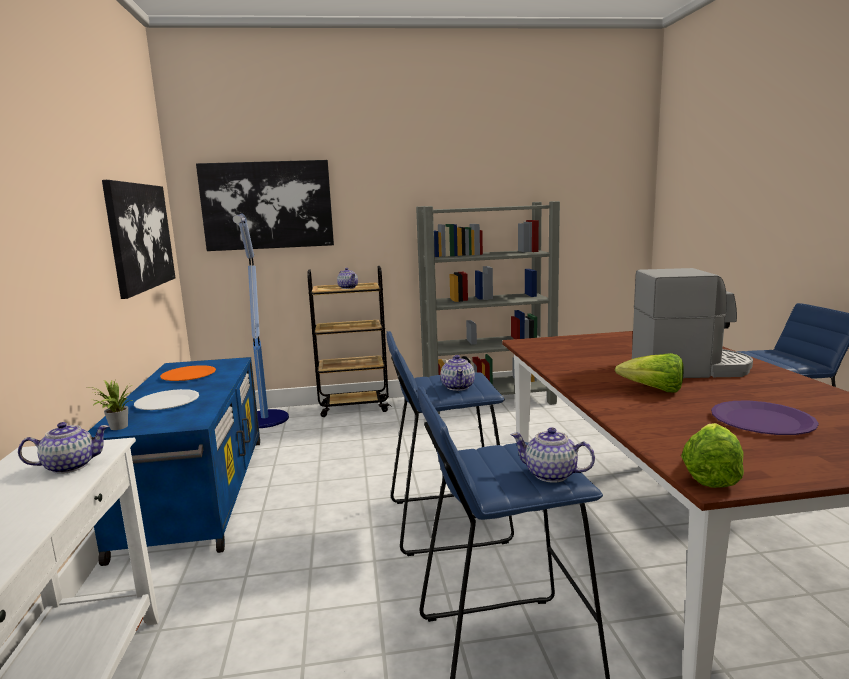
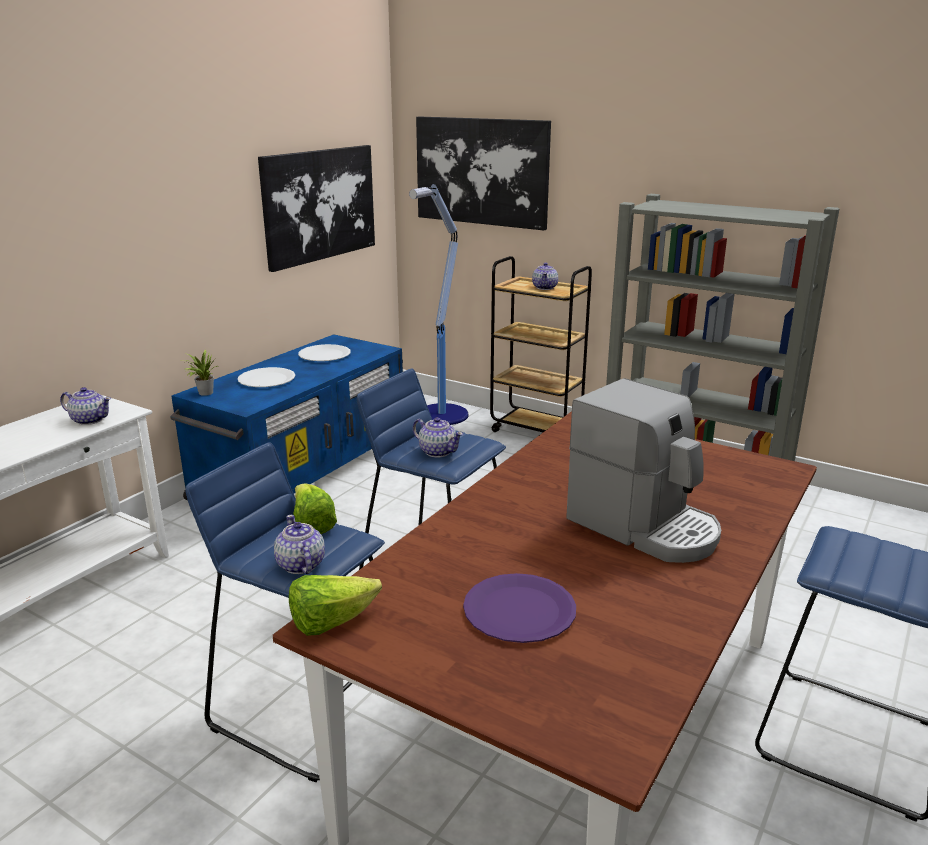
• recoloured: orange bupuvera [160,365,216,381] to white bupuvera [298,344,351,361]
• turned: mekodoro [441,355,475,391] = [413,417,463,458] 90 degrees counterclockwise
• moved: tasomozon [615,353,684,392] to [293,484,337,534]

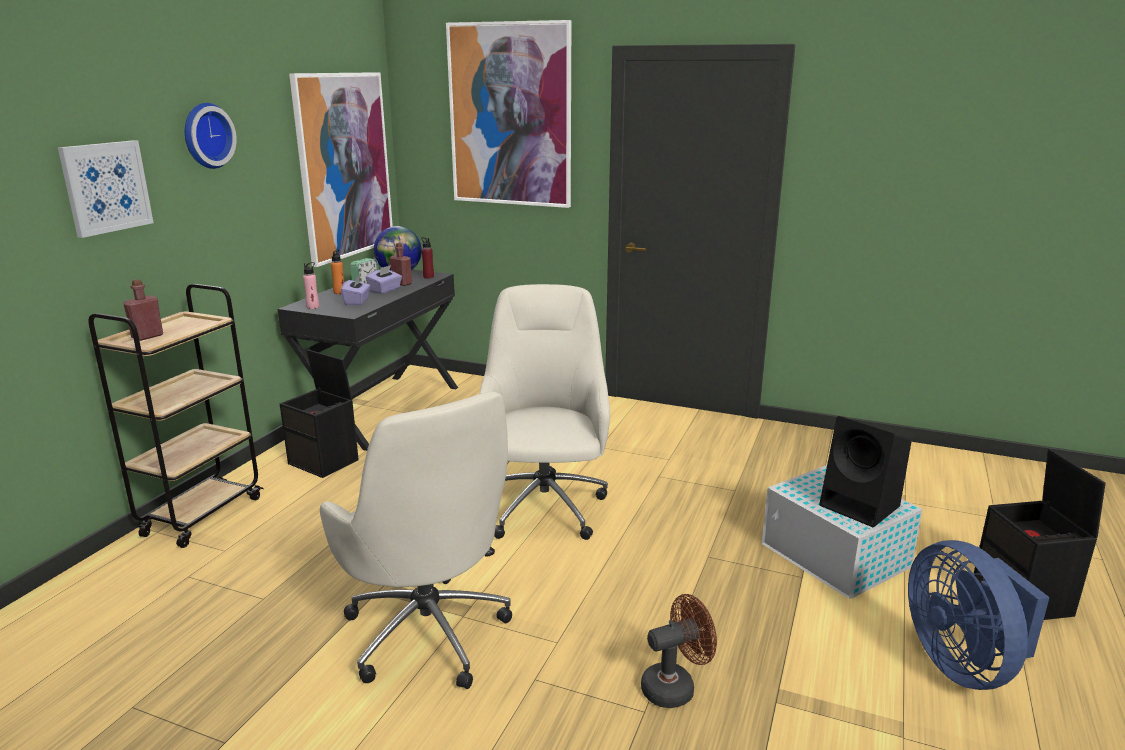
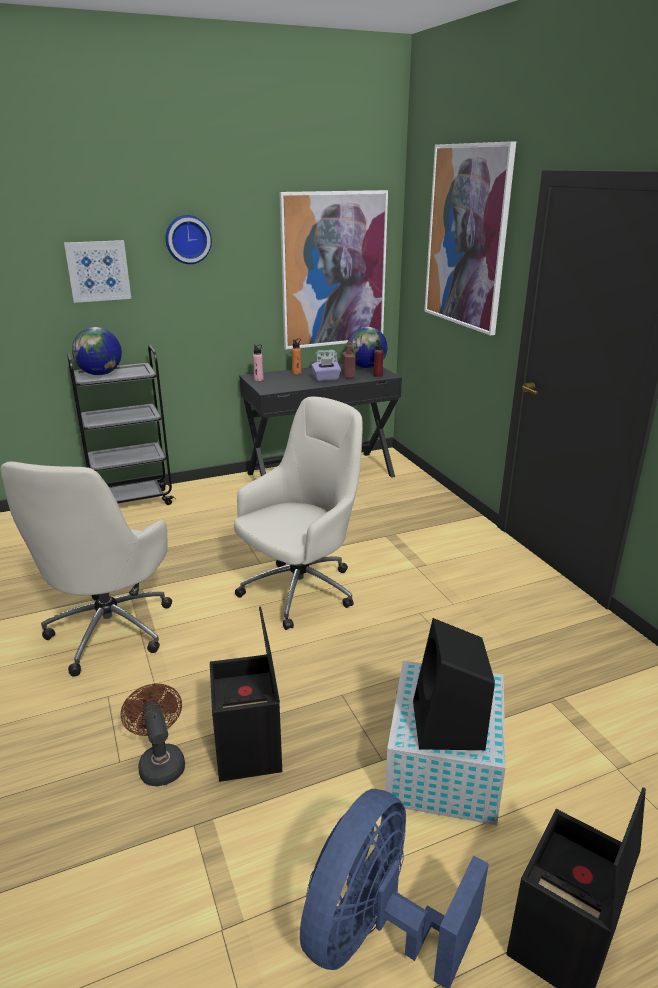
• recoloured: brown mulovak [89,284,263,548] to grey mulovak [67,345,175,505]
• replaced: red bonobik [123,279,163,341] to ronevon [72,327,122,375]
• moved: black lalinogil [280,349,359,478] to [210,607,282,782]
• removed: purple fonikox [341,275,370,306]
• turned: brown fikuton [641,594,717,708] = [121,683,185,786] 135 degrees counterclockwise

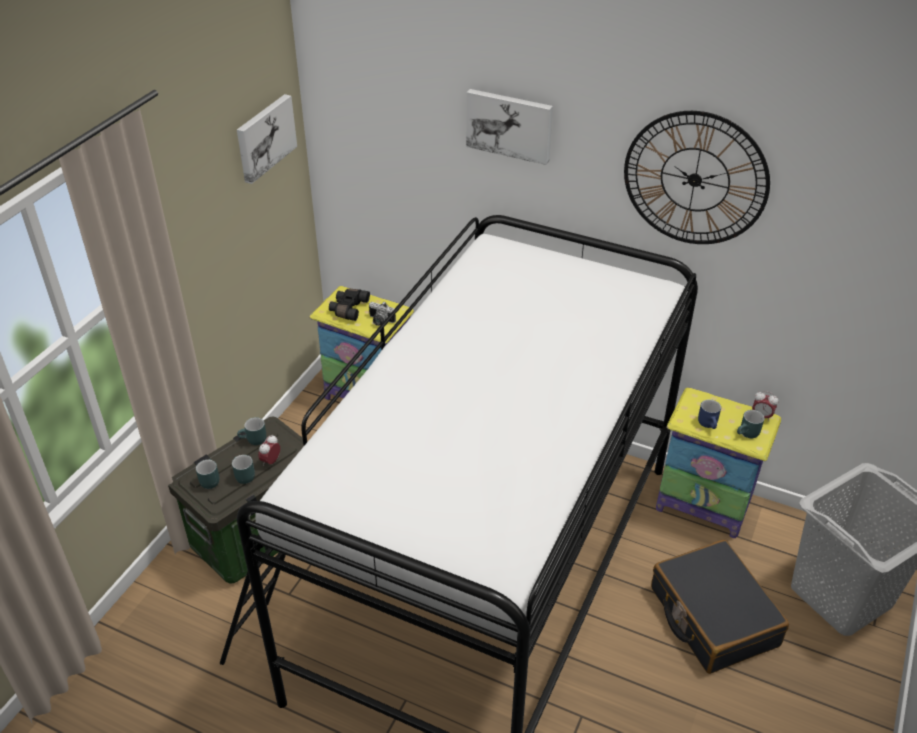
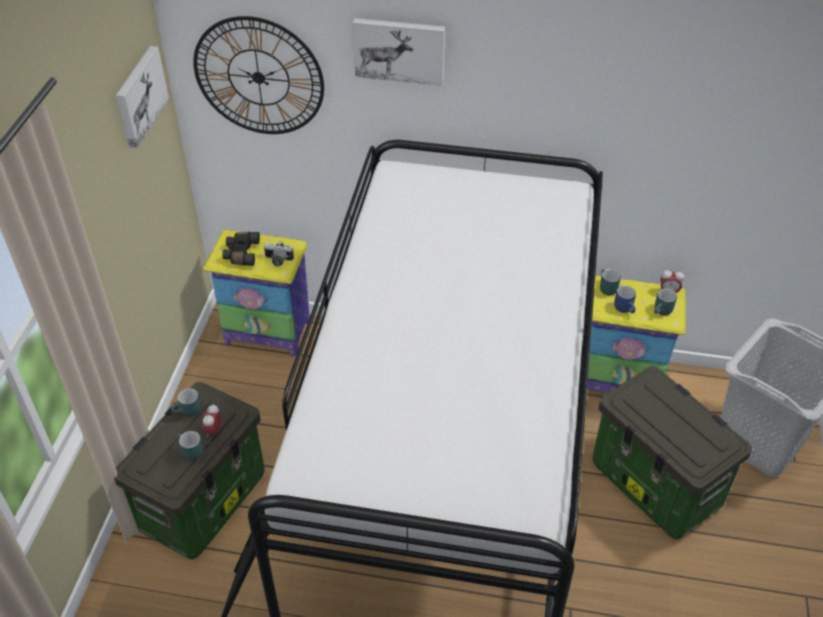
• moved: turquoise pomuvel [196,459,219,489] to [600,269,621,295]
• moved: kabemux [624,111,770,244] to [193,16,324,134]
• replaced: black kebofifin [651,540,789,674] to lalinogil [593,366,752,539]

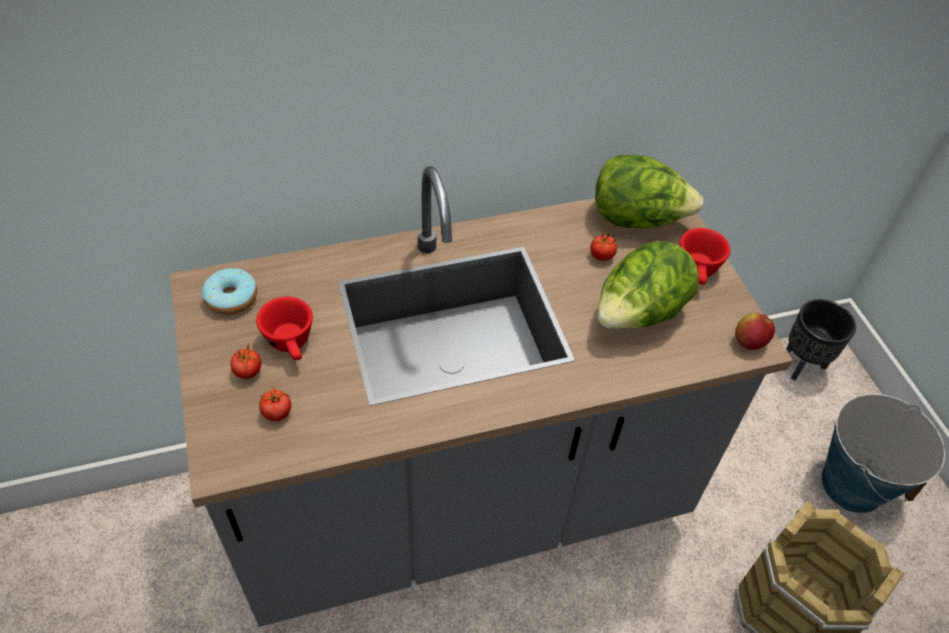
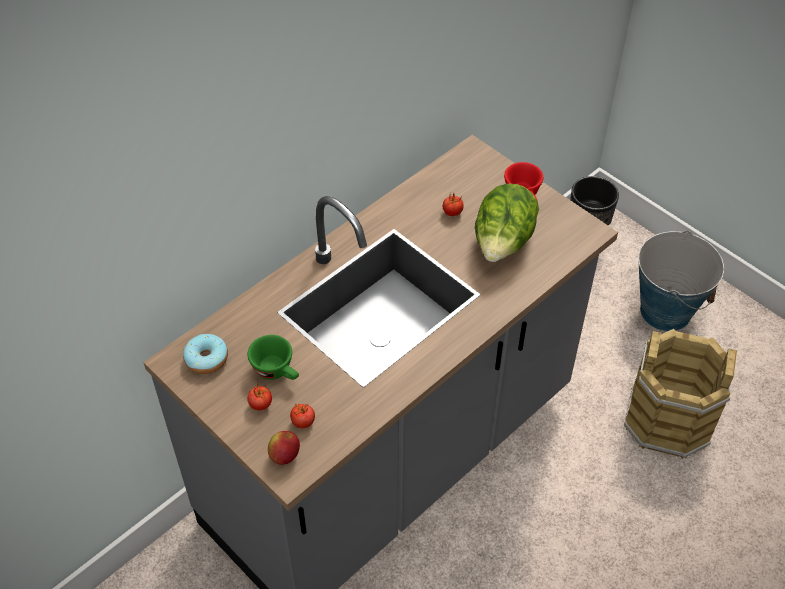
• recoloured: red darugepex [256,297,313,360] to green darugepex [247,335,299,380]
• removed: tasomozon [595,155,704,228]
• moved: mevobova [735,313,775,350] to [268,431,300,465]

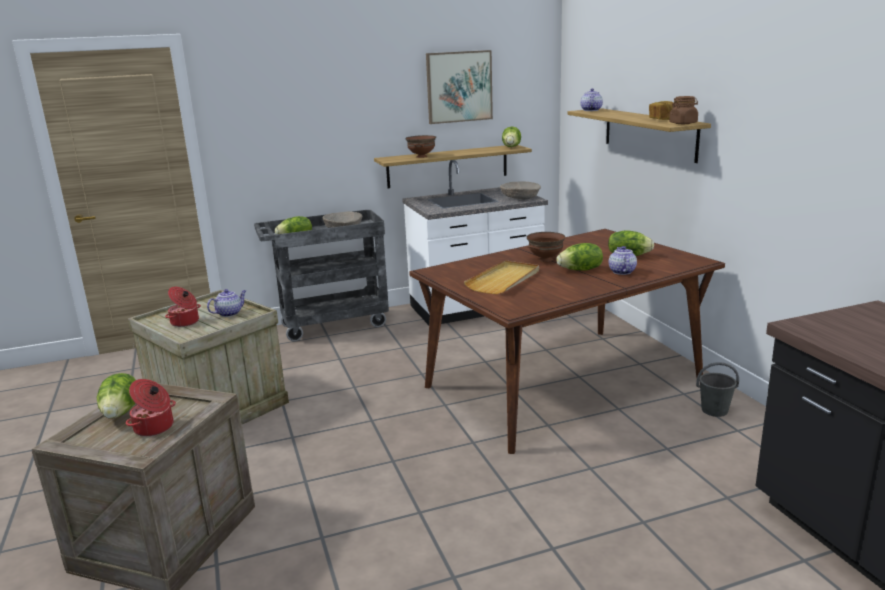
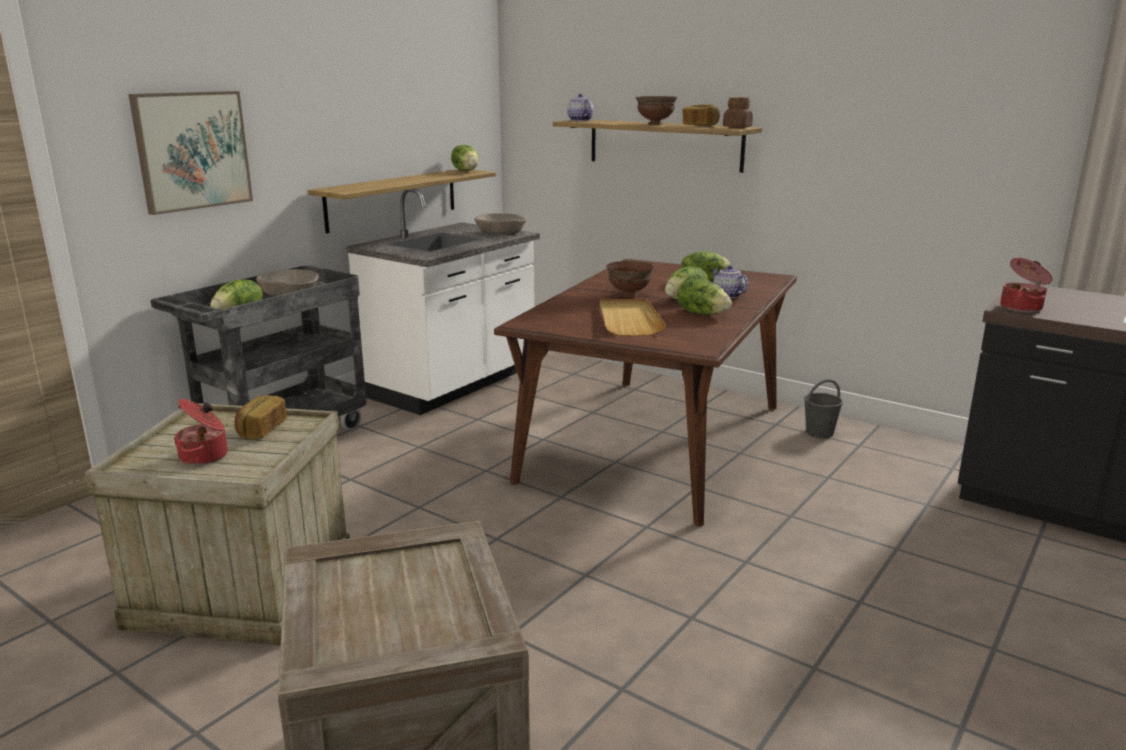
• moved: tasomozon [97,373,136,419] to [677,279,731,315]
• moved: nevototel [126,379,176,436] to [1000,258,1052,312]
• replaced: mekodoro [207,289,246,317] to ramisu [234,395,287,439]
• moved: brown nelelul [405,135,436,158] to [636,96,677,124]
• moved: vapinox [426,50,493,124] to [129,91,253,215]

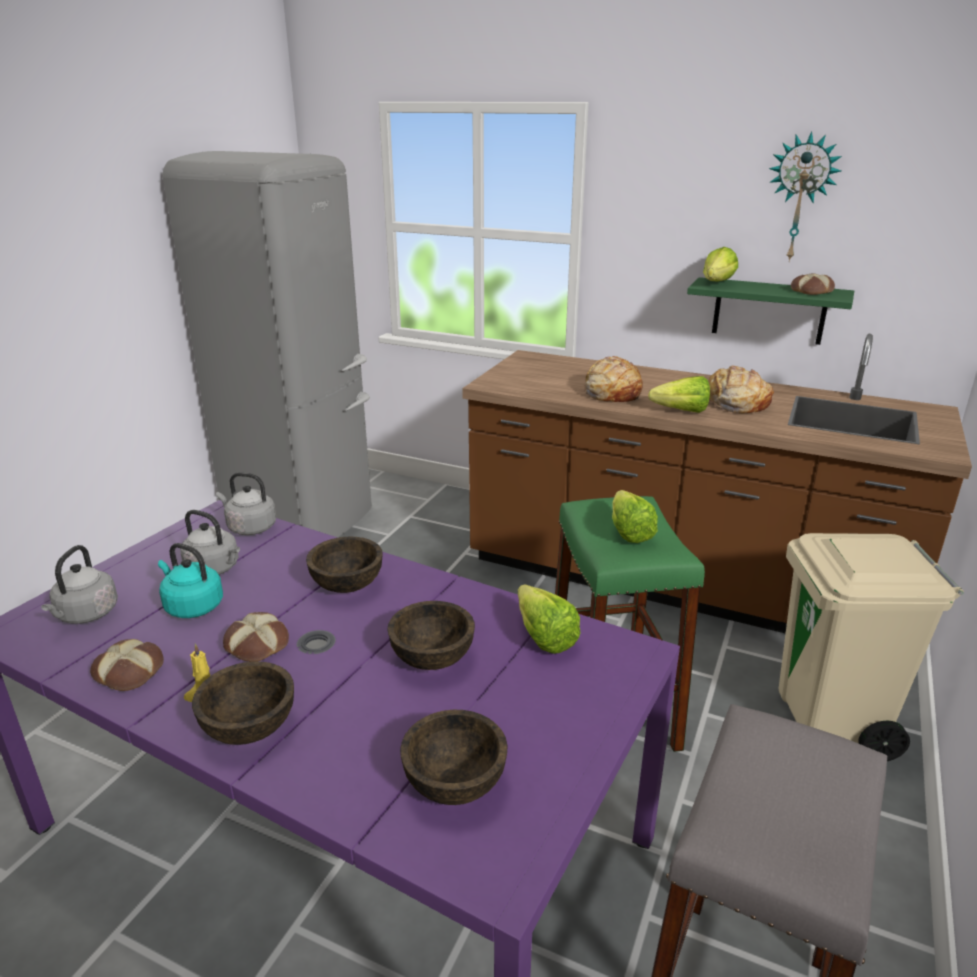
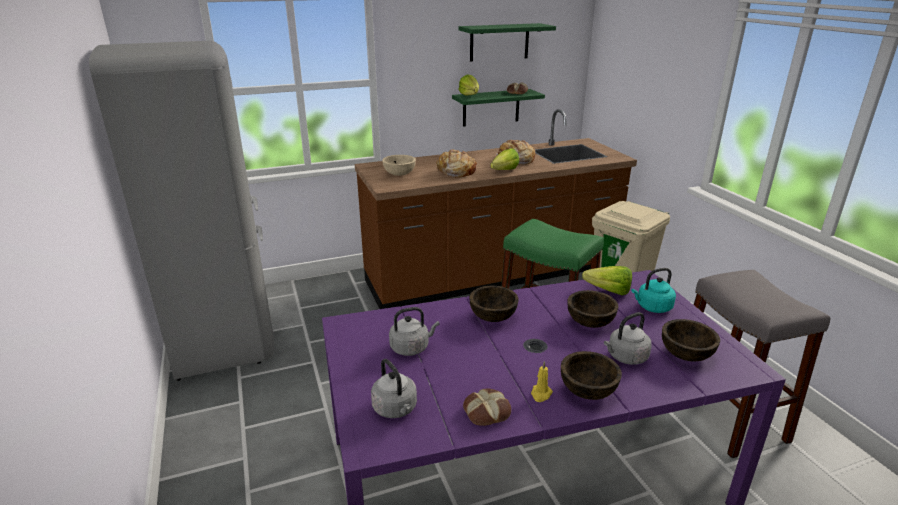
• moved: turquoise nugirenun [158,543,223,618] to [631,268,676,313]
• moved: grey nugirenun [216,472,276,535] to [604,312,652,365]
• removed: ramisu [223,612,289,662]
• removed: tasomozon [612,490,658,543]
• replaced: kabemux [769,131,842,262] to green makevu [459,23,556,62]
• added: beige nelelul [382,155,416,176]

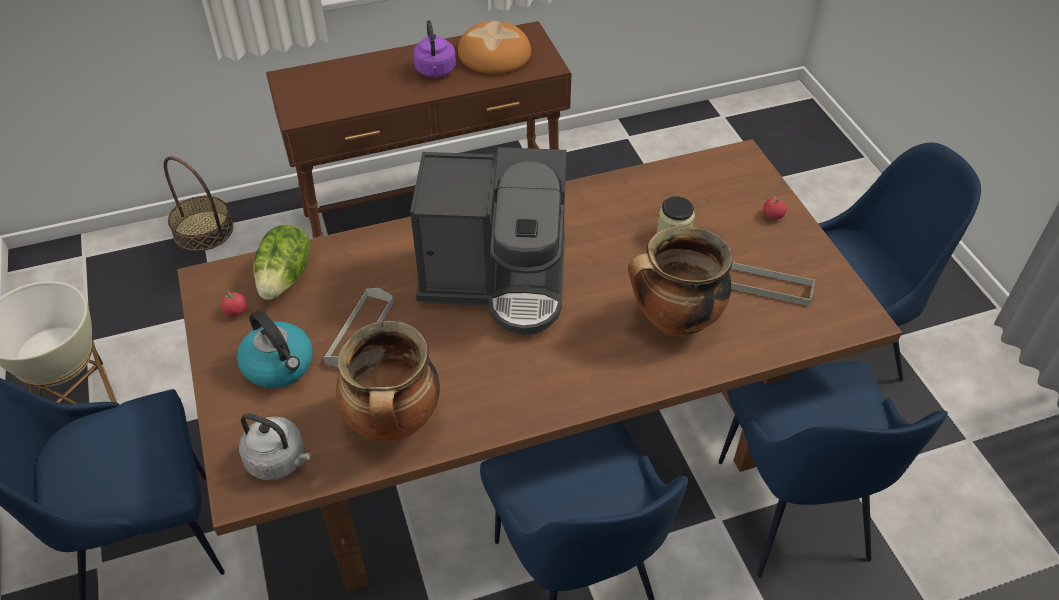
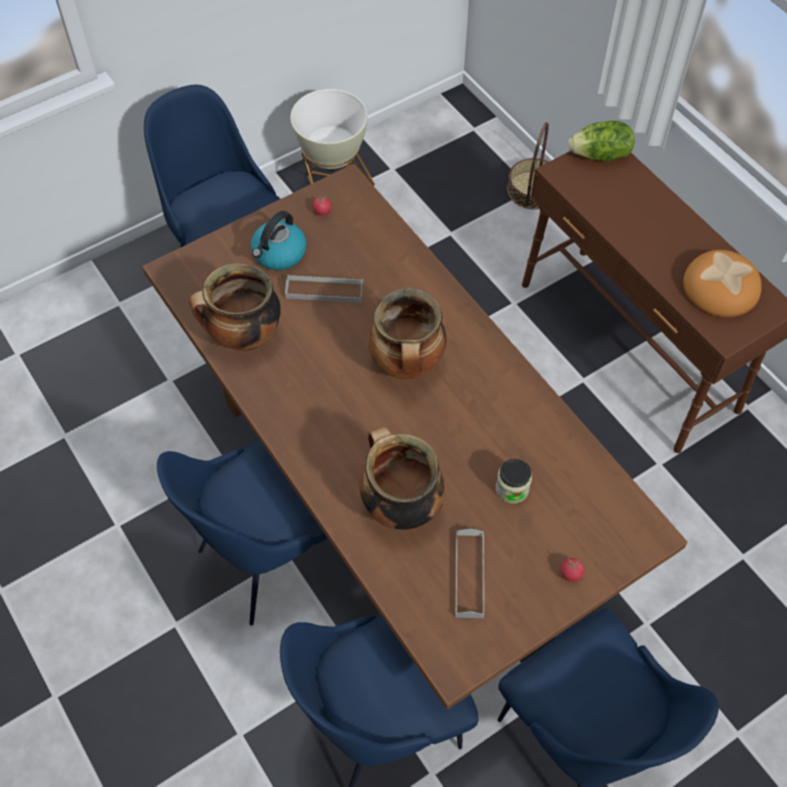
• removed: grey nugirenun [239,413,310,480]
• moved: tasomozon [253,225,311,300] to [568,121,634,161]
• replaced: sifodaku [410,147,567,335] to nevototel [368,288,446,379]
• removed: purple nugirenun [413,20,456,77]

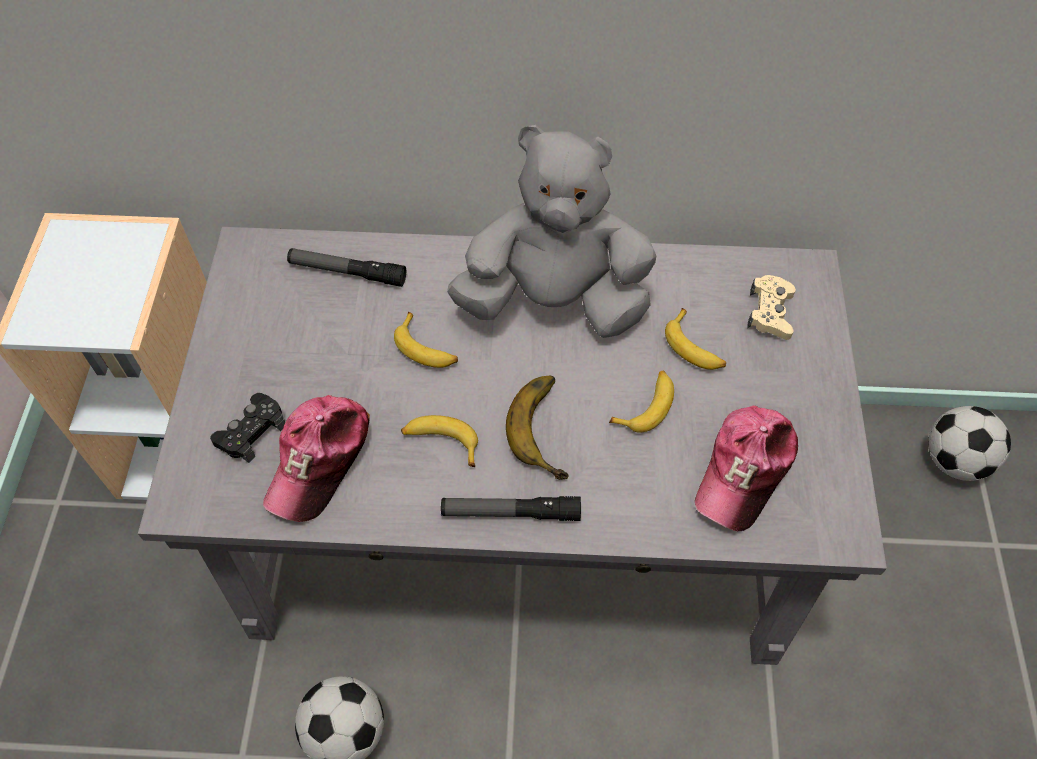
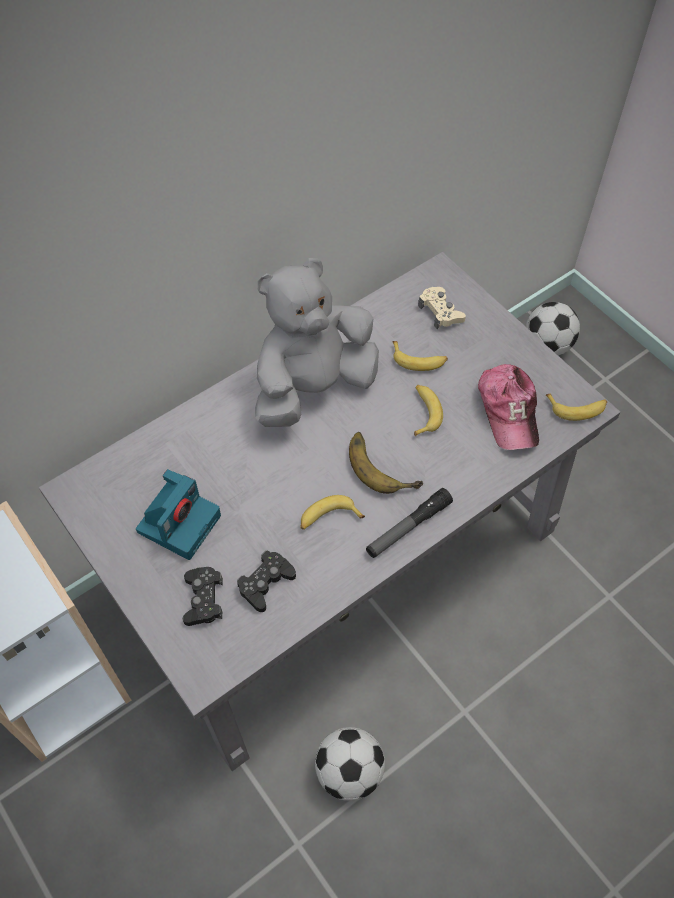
• replaced: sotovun [263,395,370,522] to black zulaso [237,550,296,612]
• removed: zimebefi [287,248,406,287]
• moved: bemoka [394,312,458,368] to [546,394,607,421]
• added: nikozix [136,469,221,560]

